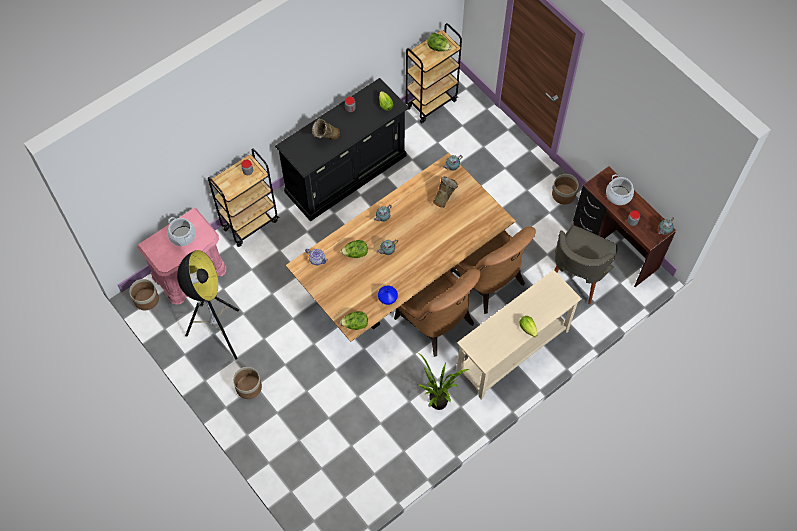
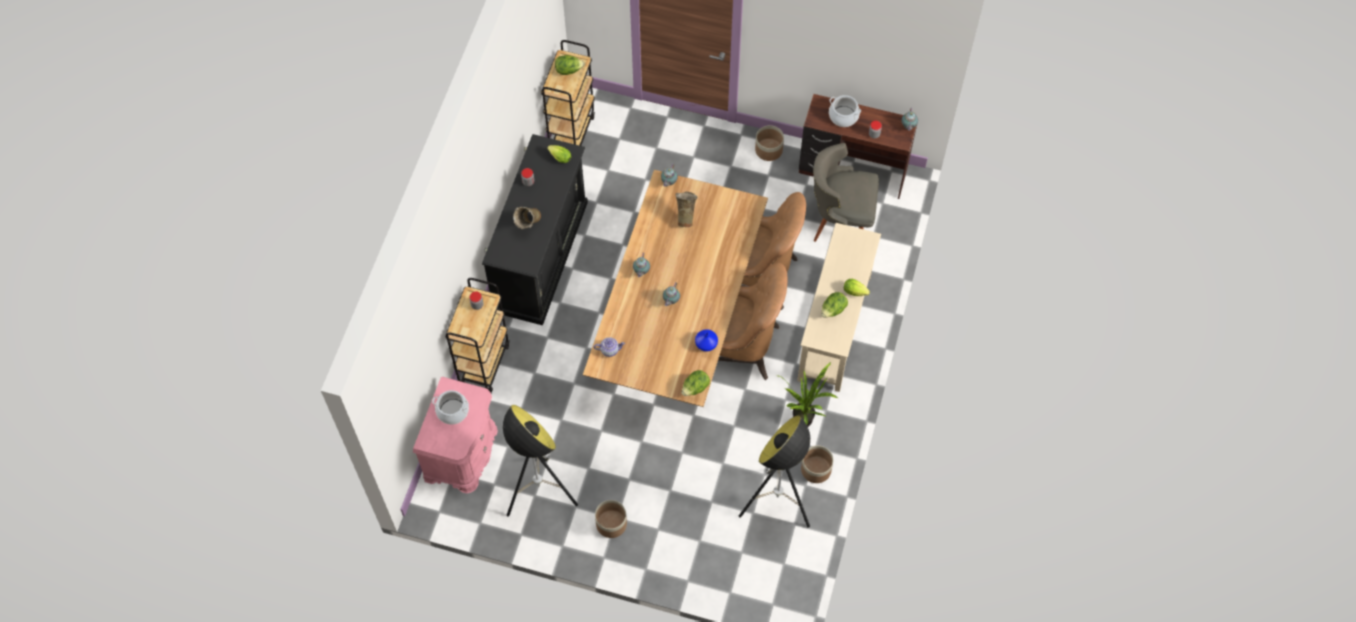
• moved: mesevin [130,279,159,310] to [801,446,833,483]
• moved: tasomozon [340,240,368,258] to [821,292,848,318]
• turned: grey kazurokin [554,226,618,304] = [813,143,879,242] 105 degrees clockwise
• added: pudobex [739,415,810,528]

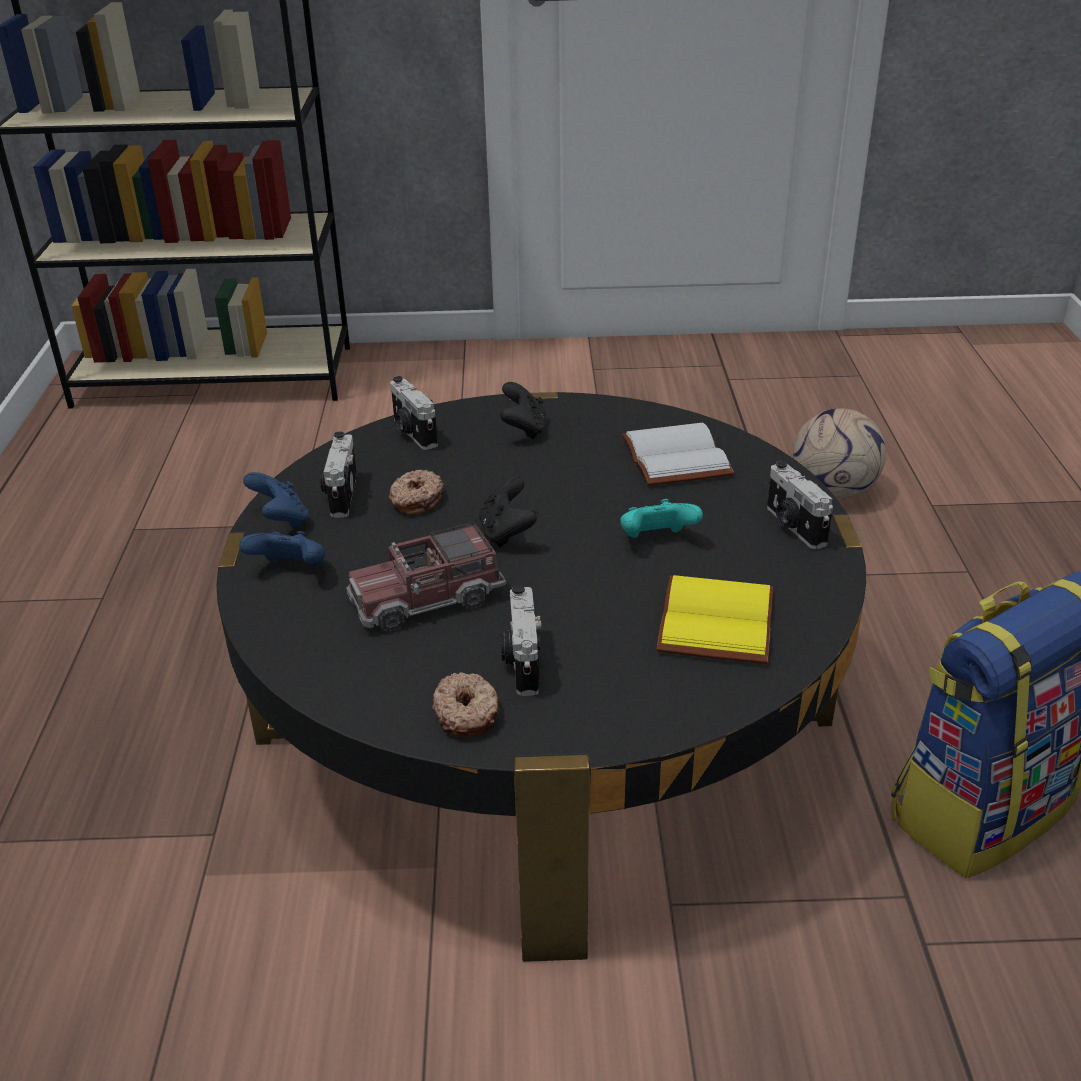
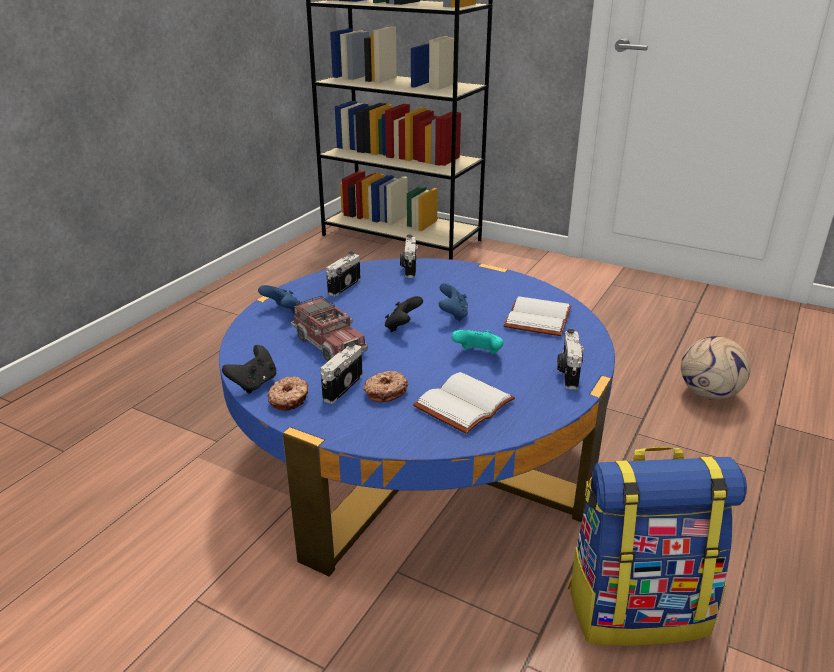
• recoloured: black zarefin [216,392,866,962] to blue zarefin [219,258,615,577]
• moved: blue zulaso [243,472,309,528] to [439,283,468,321]
• turned: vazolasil [346,522,506,632] = [291,296,368,361] 135 degrees counterclockwise
• moved: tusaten [389,470,444,514] to [363,371,408,403]
• moved: black zulaso [500,382,546,439] to [222,345,276,394]
• recoloured: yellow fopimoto [656,575,773,664] to white fopimoto [413,372,515,434]

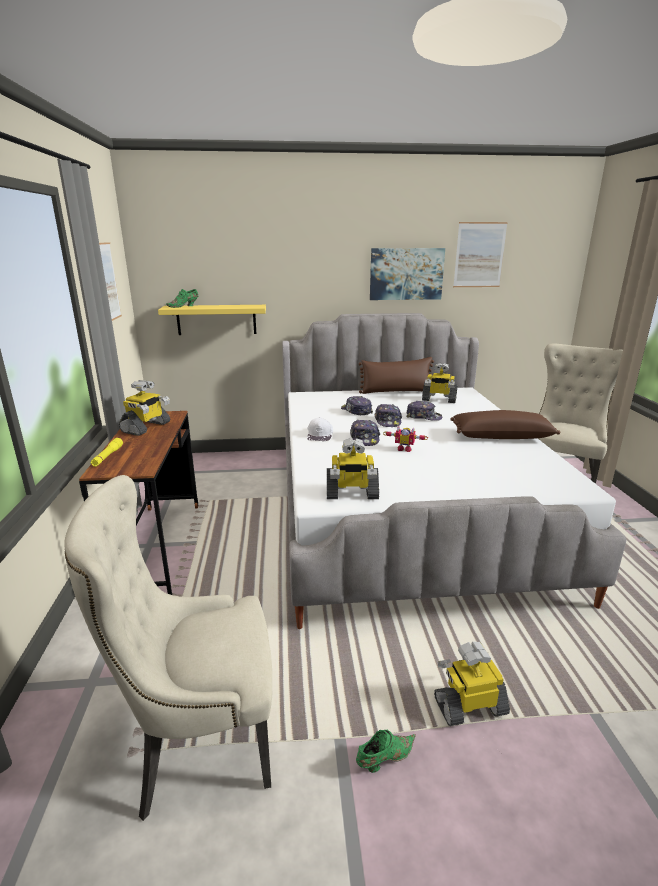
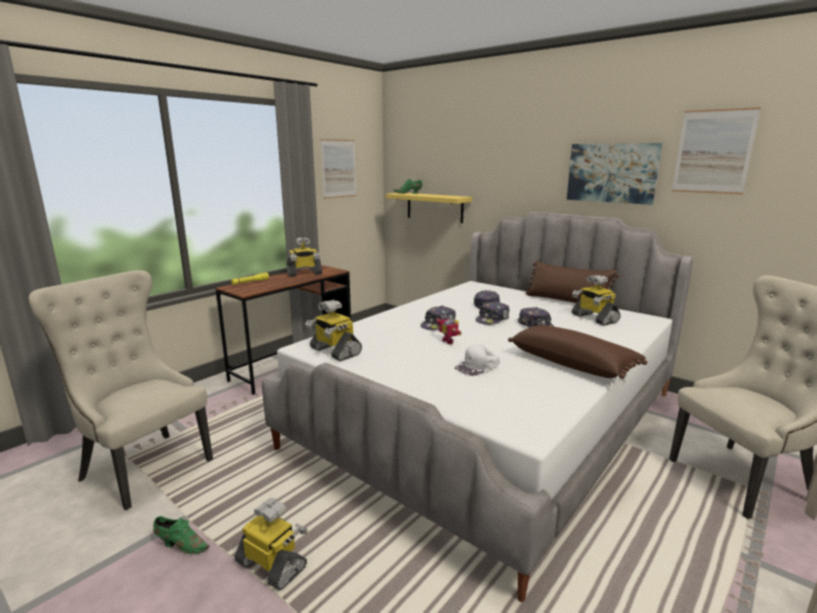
• moved: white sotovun [307,417,333,441] to [454,344,500,376]

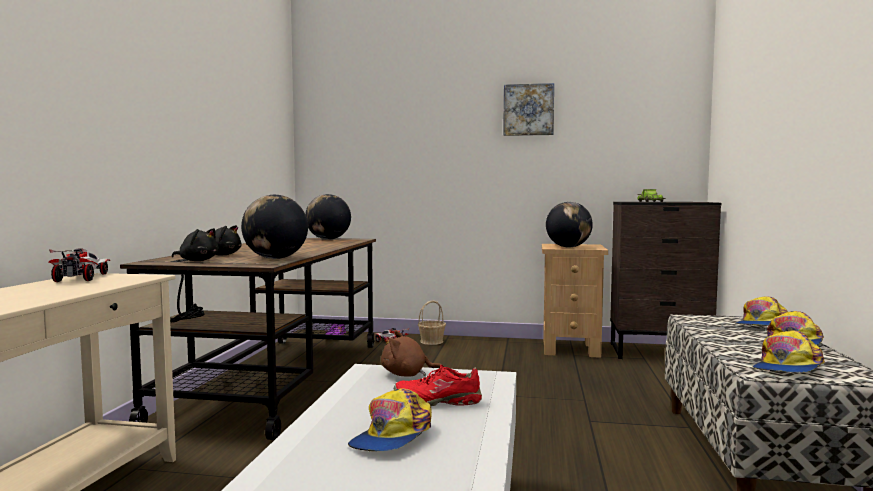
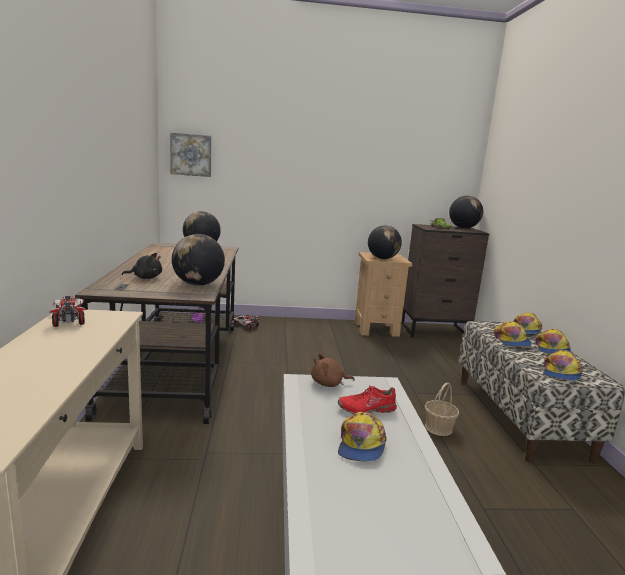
• removed: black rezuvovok [172,228,219,261]
• moved: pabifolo [418,300,446,345] to [424,383,459,436]
• moved: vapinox [503,83,554,136] to [170,133,211,177]
• added: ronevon [449,196,483,228]
• added: sotovun [494,321,531,347]

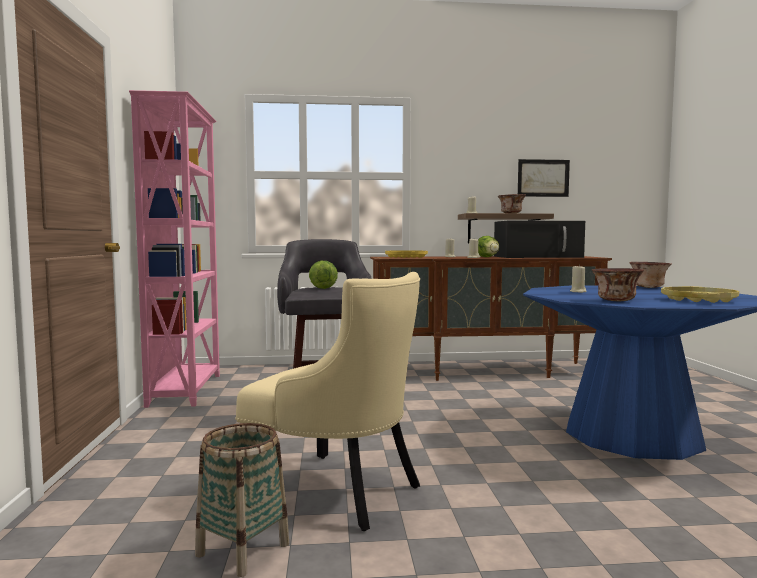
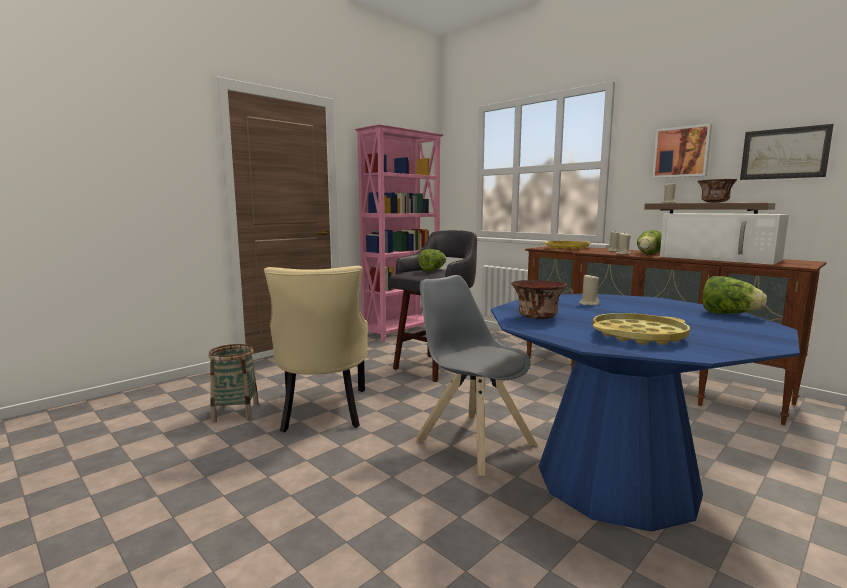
• recoloured: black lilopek [494,221,585,258] to white lilopek [660,213,789,265]
• replaced: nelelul [630,262,671,288] to tasomozon [702,276,767,314]
• added: grey kazurokin [416,275,538,476]
• added: vapinox [652,123,712,178]

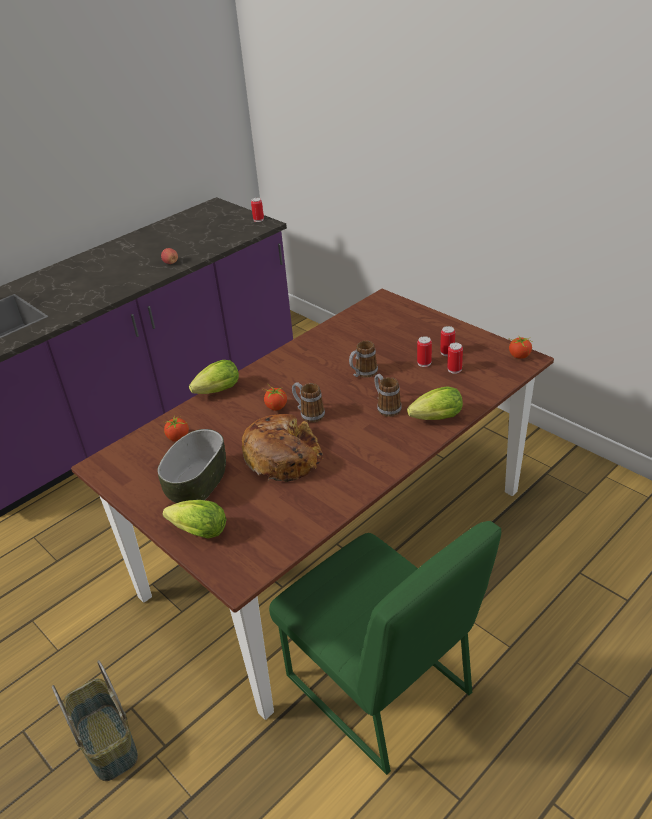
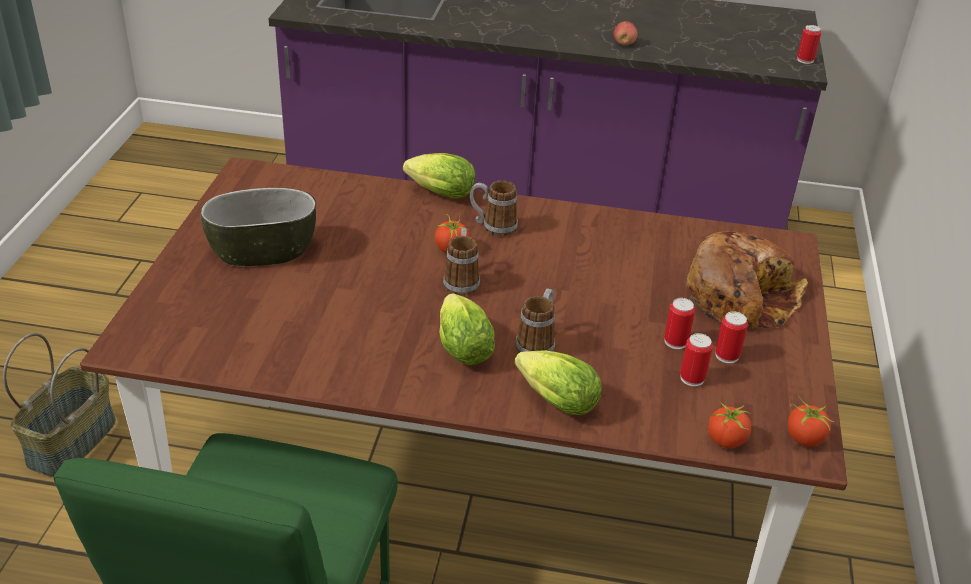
• moved: tasomozon [163,500,227,539] to [439,293,495,365]
• moved: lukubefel [164,416,189,442] to [708,402,751,448]
• moved: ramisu [242,414,323,482] to [686,231,808,329]
• moved: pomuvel [349,340,378,378] to [470,180,518,236]

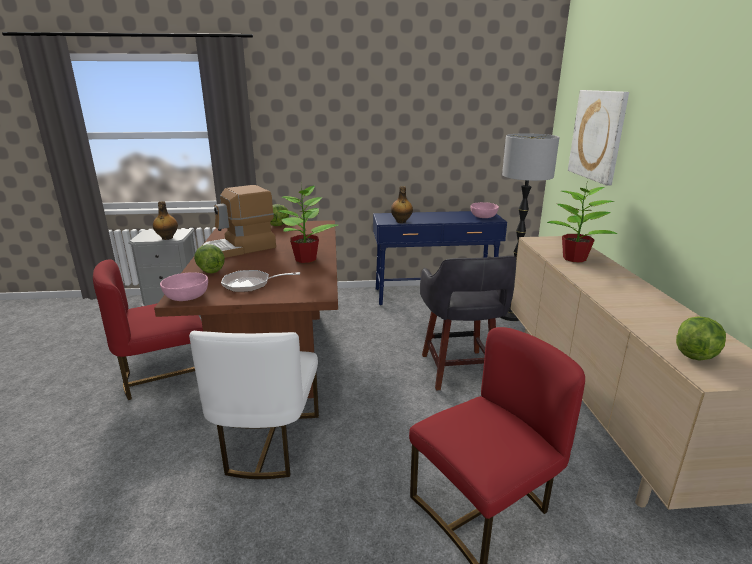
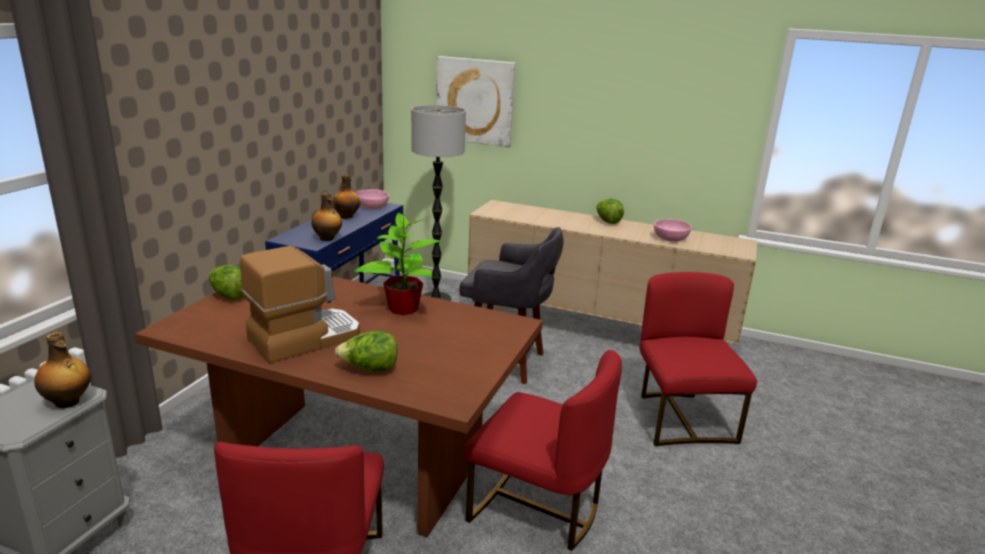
• moved: pink nelelul [160,272,208,301] to [654,219,692,241]
• recoloured: white kazurokin [189,331,319,479] to red kazurokin [465,350,622,551]
• turned: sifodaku [202,185,276,258] = [240,246,360,363] 120 degrees counterclockwise
• removed: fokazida [221,270,300,292]
• removed: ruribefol [547,184,617,263]
• moved: tasomozon [676,316,726,361] to [596,198,624,224]
• added: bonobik [333,174,360,219]

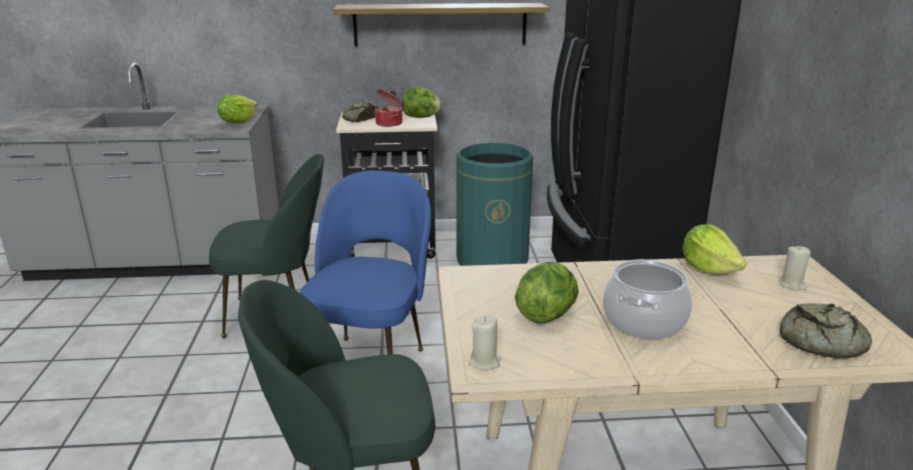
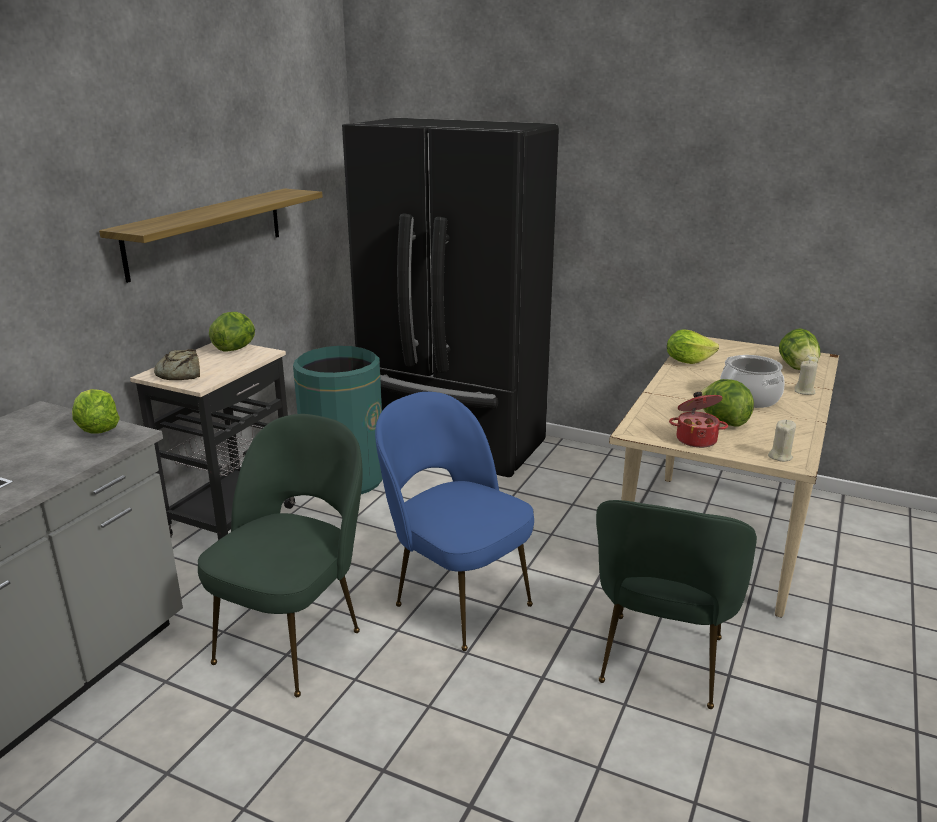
• moved: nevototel [374,89,403,127] to [669,392,728,448]
• moved: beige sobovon [779,245,811,291] to [794,360,817,395]
• replaced: ramisu [780,304,872,358] to tasomozon [779,329,820,370]

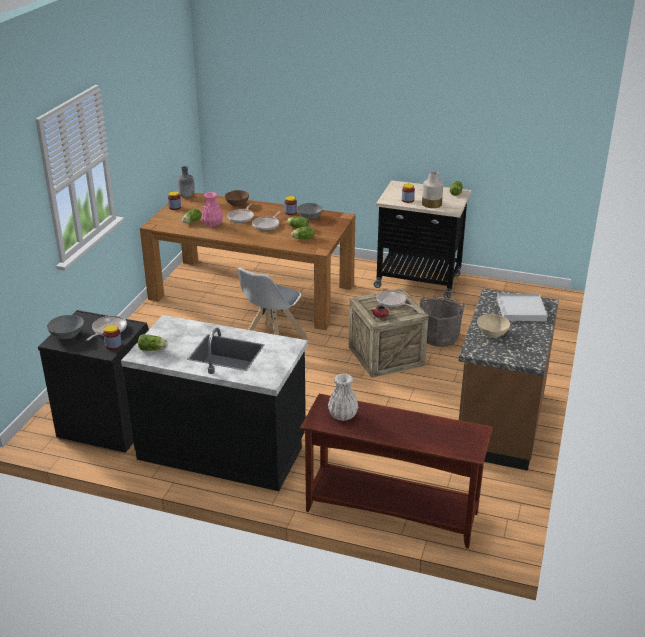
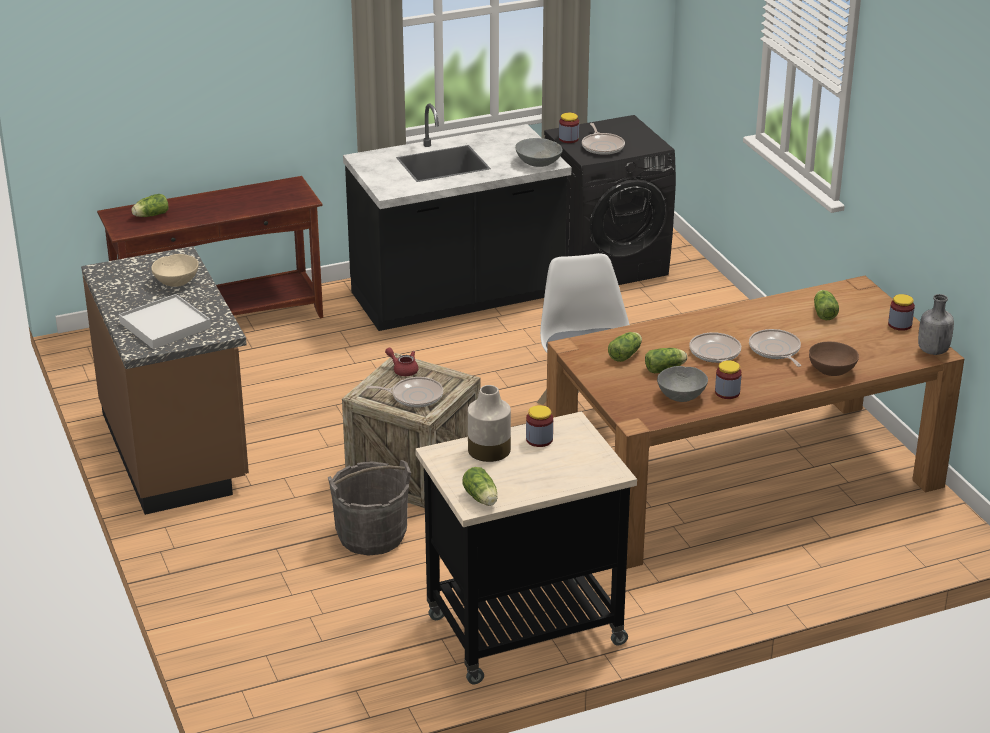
• moved: grey nelelul [47,315,84,339] to [515,138,562,167]
• moved: tasomozon [138,334,167,351] to [131,194,169,217]
• removed: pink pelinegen [201,192,223,227]
• removed: white pelinegen [328,373,358,421]

